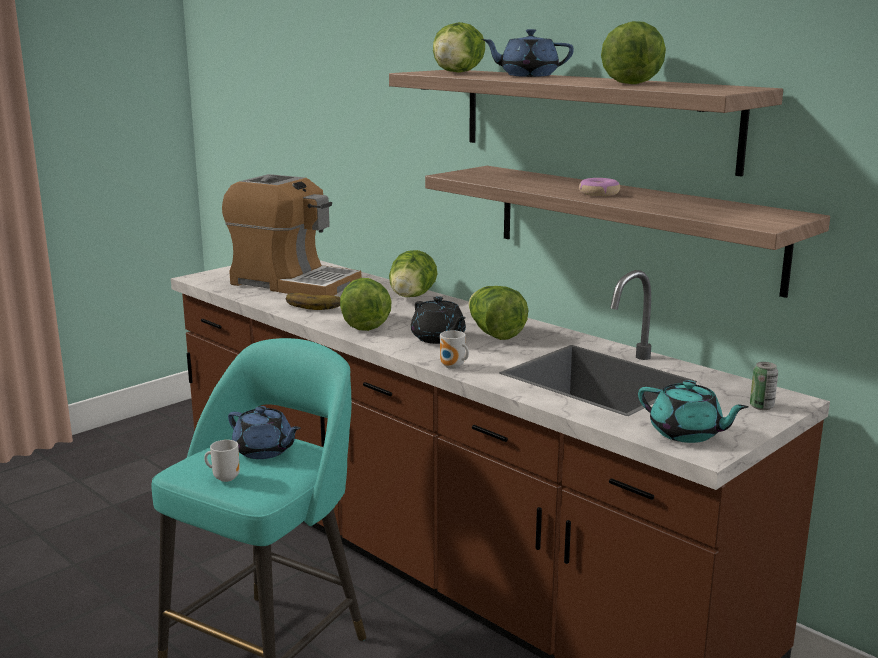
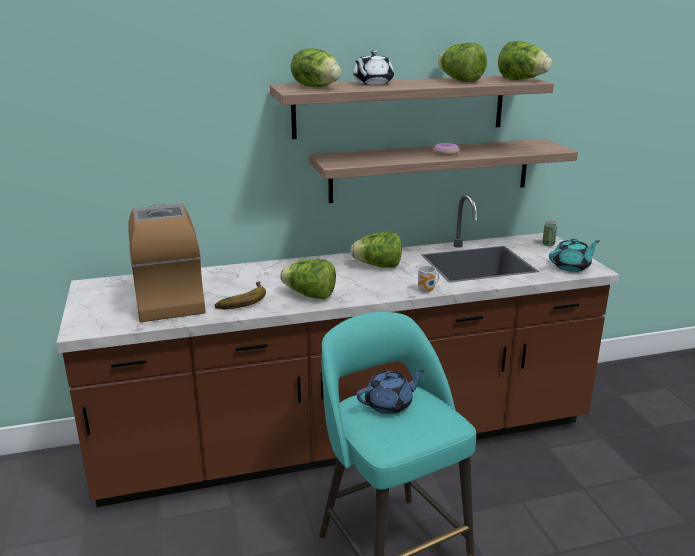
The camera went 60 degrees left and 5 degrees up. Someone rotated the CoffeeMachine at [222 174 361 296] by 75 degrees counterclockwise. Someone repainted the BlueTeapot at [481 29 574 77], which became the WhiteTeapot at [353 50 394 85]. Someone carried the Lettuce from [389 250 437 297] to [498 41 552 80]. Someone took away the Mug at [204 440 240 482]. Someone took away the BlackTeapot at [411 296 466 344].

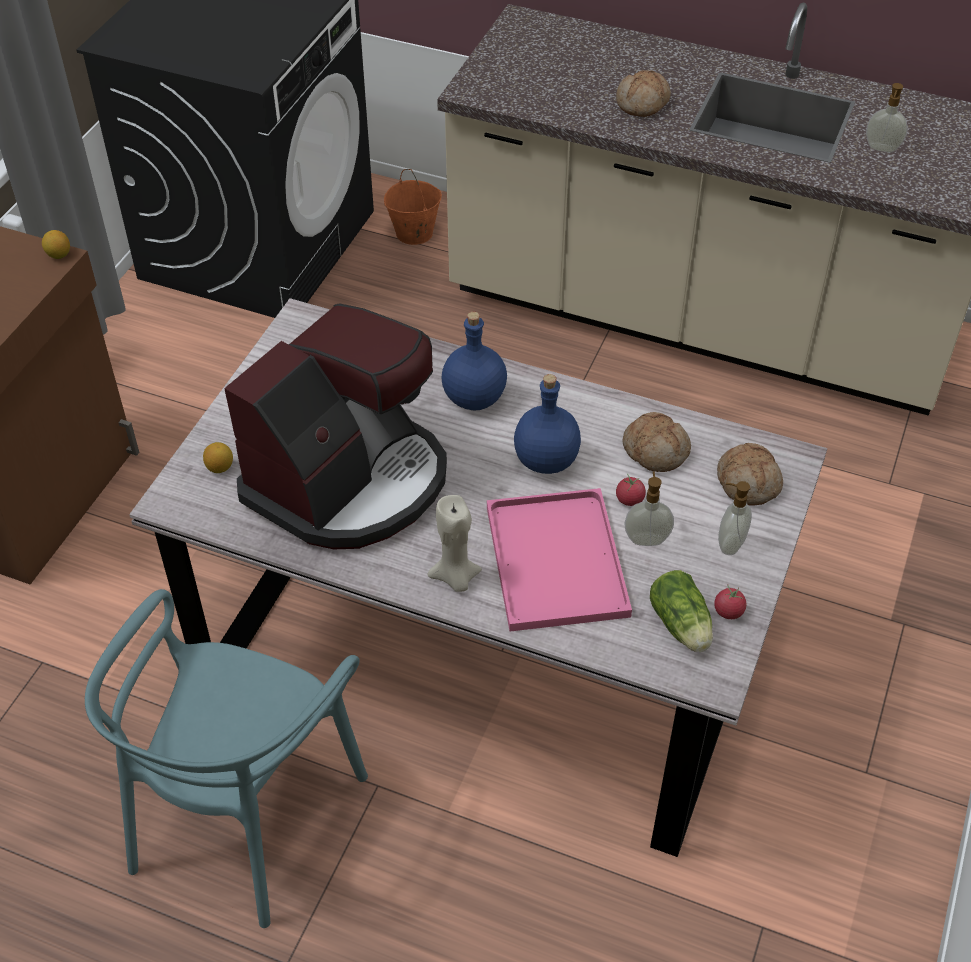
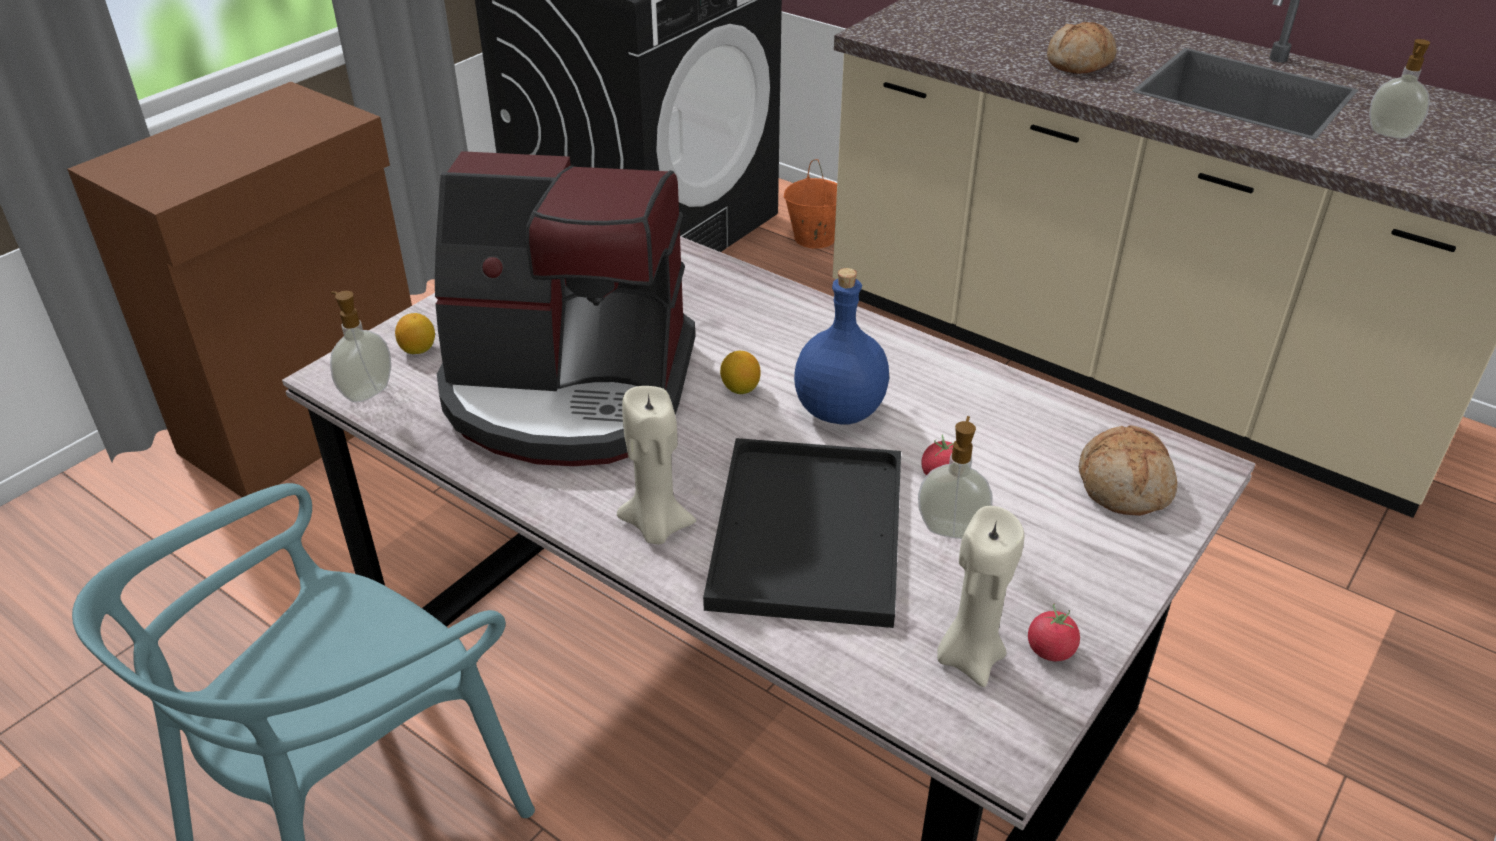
The camera went 15 degrees right and 10 degrees down. Someone carried the SoapDispenser from [718 481 752 555] to [330 291 391 402]. Someone rotated the CoffeeMachine at [224 303 447 549] by 45 degrees clockwise. Someone repainted the PinkTray at [487 488 632 632], which became the BlackTray at [703 438 901 628]. Someone carried the Lemon from [42 230 70 259] to [720 351 761 394]. Someone swapped the Lettuce at [650 570 713 652] for the BeigeCandle at [937 506 1024 687]. Someone took away the BlueBottle at [441 312 507 410]. Someone took away the Bread at [623 412 691 472].

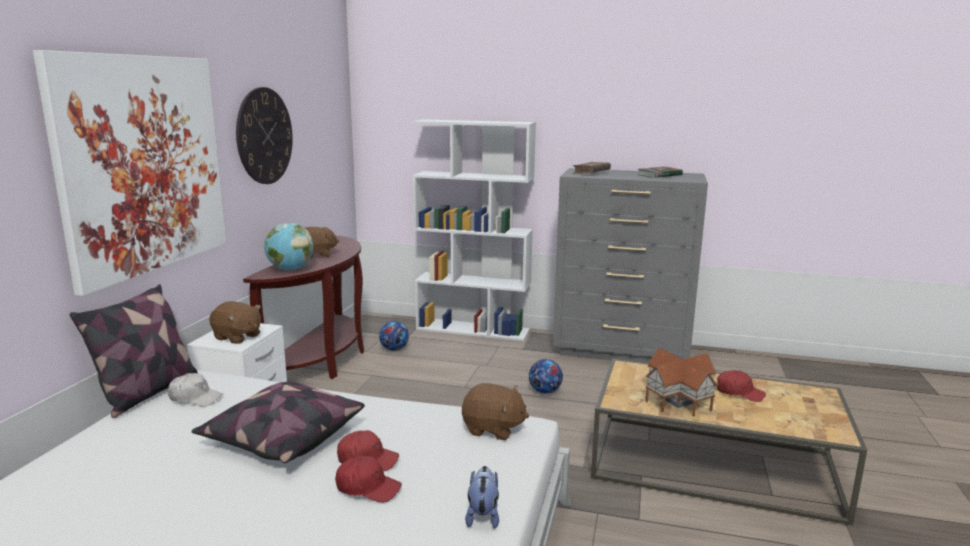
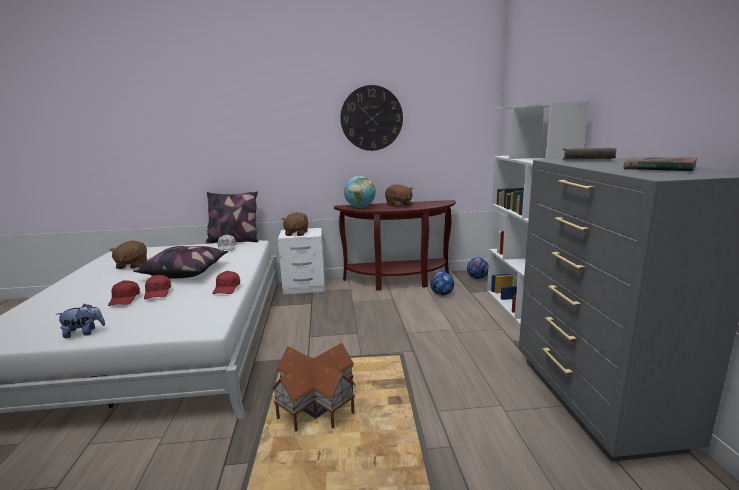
The camera went 70 degrees right and 0 degrees up. Someone carried the BrownPlushToy from [462 383 529 440] to [109 240 147 269]. Someone carried the RedCap from [717 370 766 402] to [212 271 240 294]. Someone carried the Football from [529 359 563 393] to [467 257 488 279]. Someone took away the Picture at [33 50 226 296].

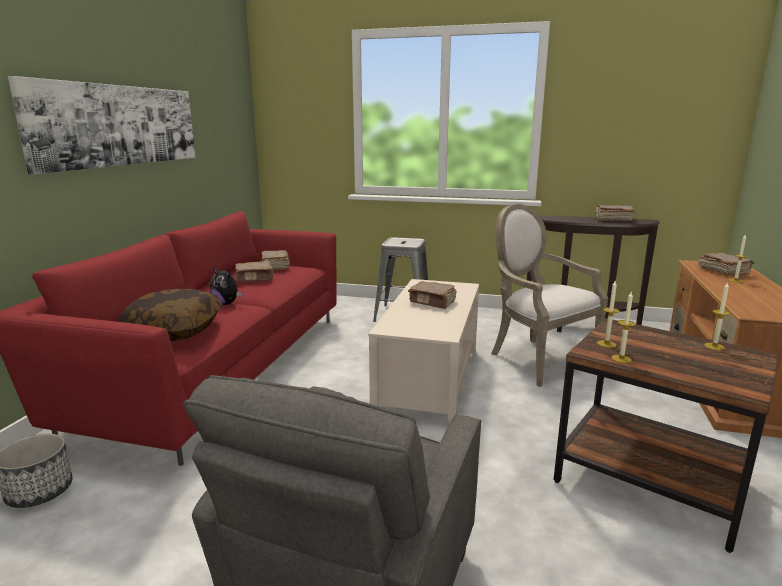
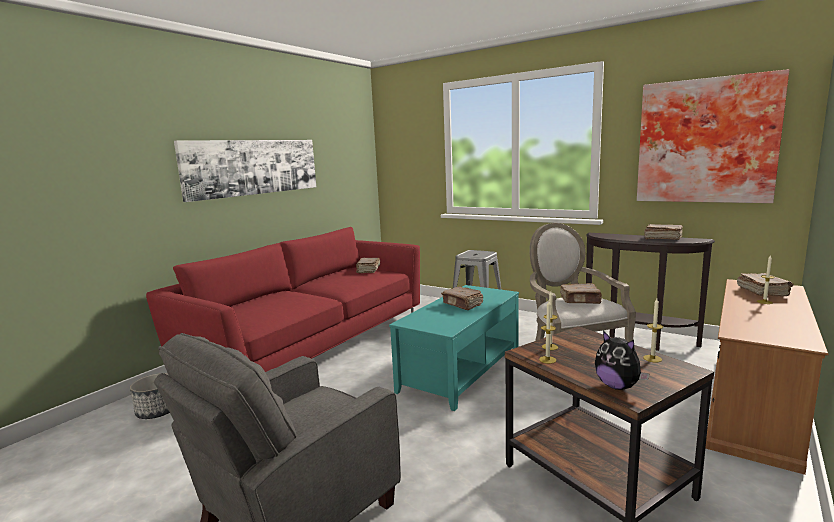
The camera went 20 degrees right and 5 degrees down. Someone repainted the BeigeCoffeeTable at [368 279 479 424], which became the TurquoiseCoffeeTable at [389 285 519 411]. Someone carried the BrownBook from [235 261 273 282] to [560 283 602 304]. Someone carried the PlushToy from [210 267 242 305] to [595 331 650 390]. Someone put up the Picture at [637 69 789 203]. Someone took away the Pillow at [116 289 222 341].

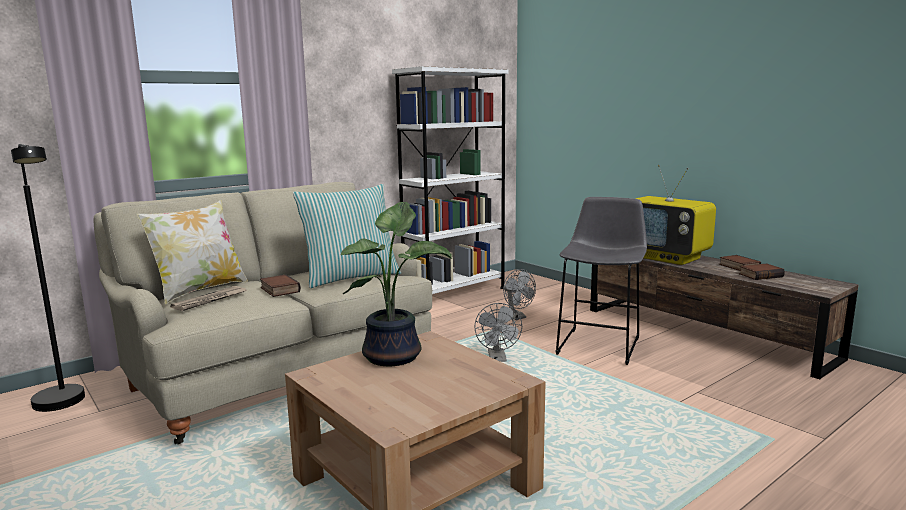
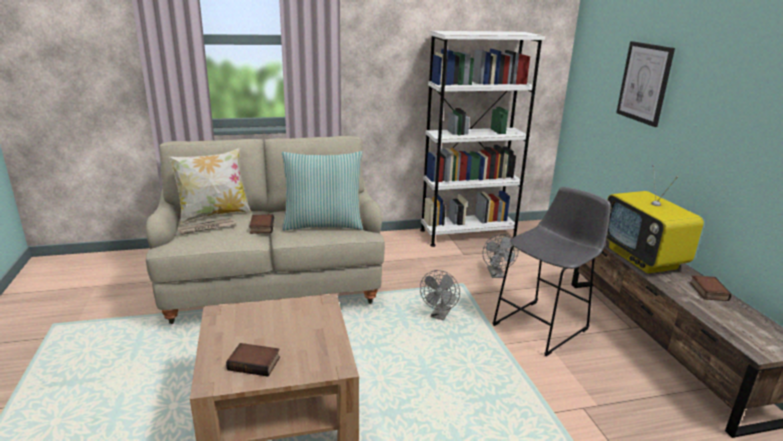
The camera went 25 degrees right and 10 degrees up. Someone carried the Book from [739 264 785 280] to [226 343 280 376]. Someone put up the Picture at [616 41 675 127]. Someone took away the BlackFloorLamp at [11 144 85 412]. Someone took away the PottedPlant at [341 202 452 367].

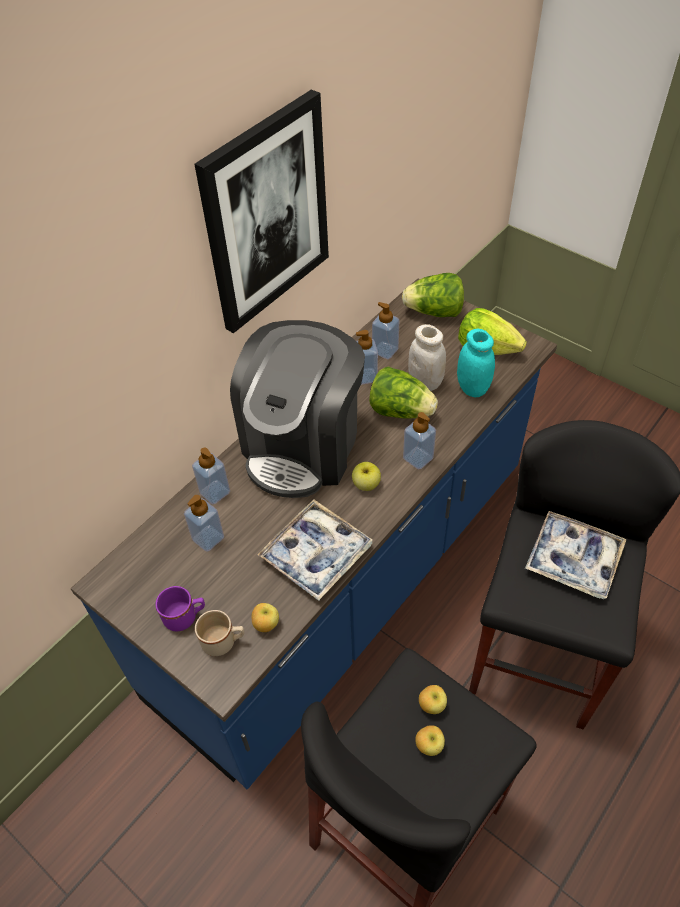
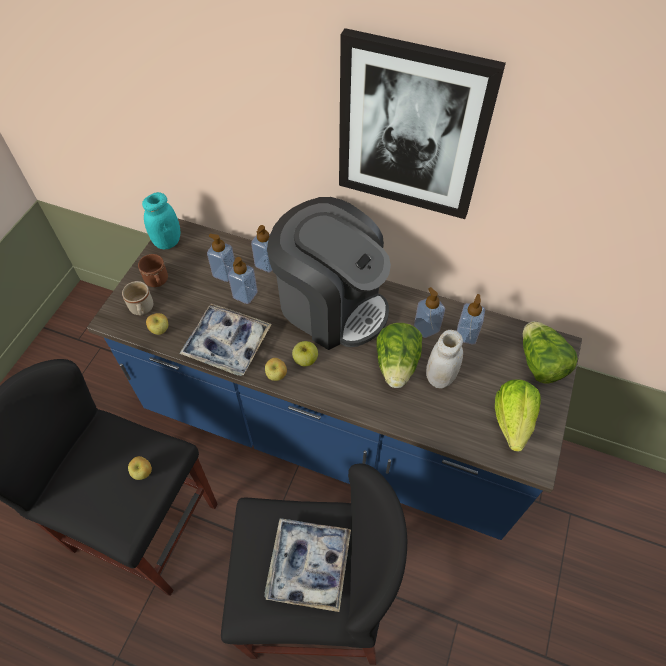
The camera went 70 degrees right and 5 degrees up. Someone repainted the PurpleMug at [155 586 205 631], which became the BrownMug at [138 254 168 287]. Someone carried the TurquoiseJar from [457 329 495 397] to [142 192 180 249]. Someone carried the SoapDispenser from [403 412 436 469] to [228 257 258 304]. Someone carried the Apple from [415 725 445 756] to [265 358 287 381]. Someone rotated the CoffeeMachine at [230 320 365 498] by 150 degrees counterclockwise.

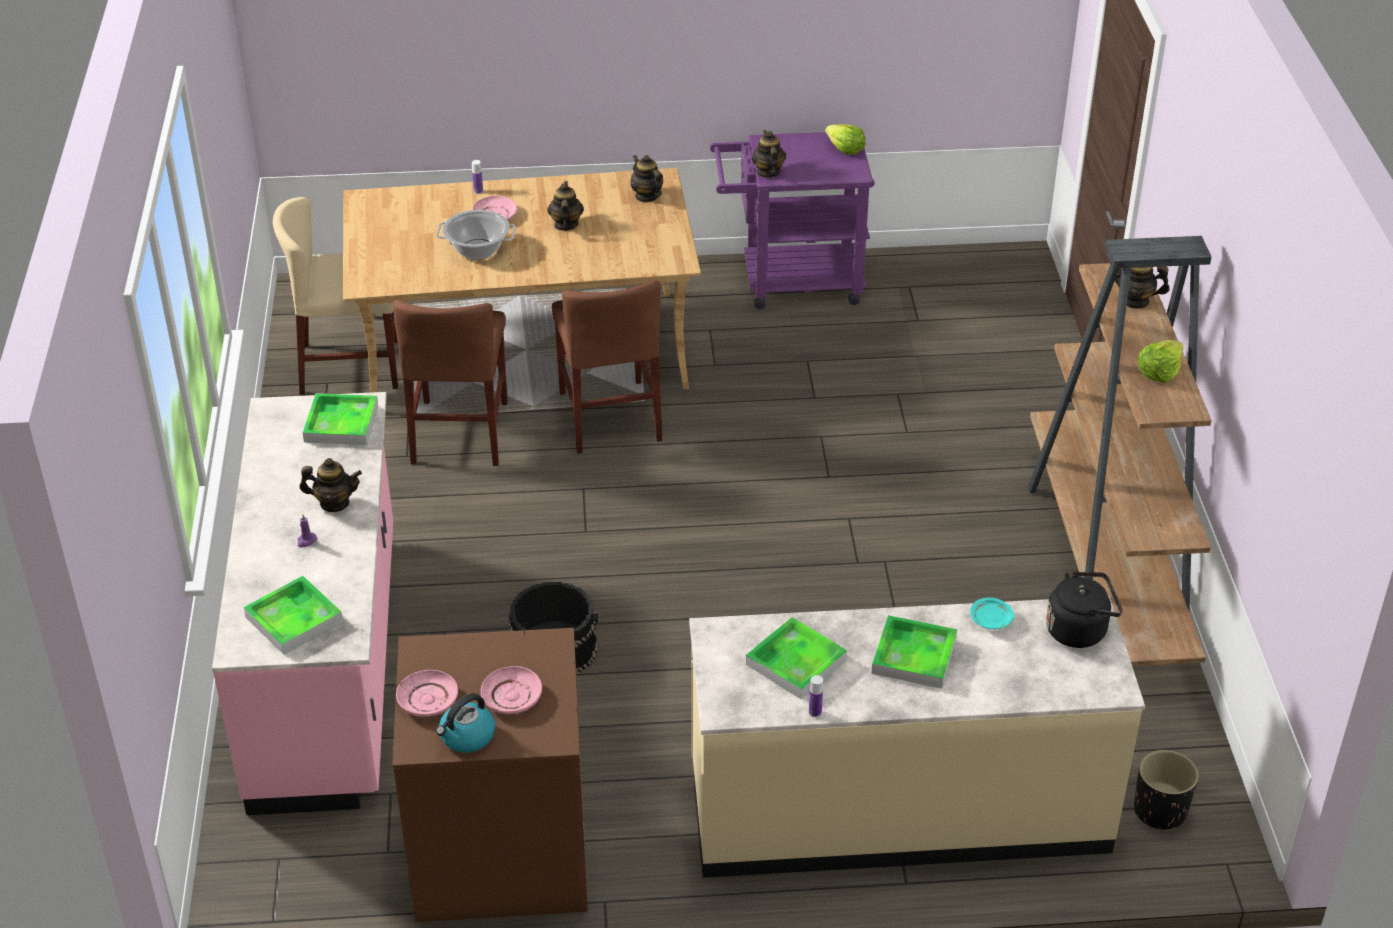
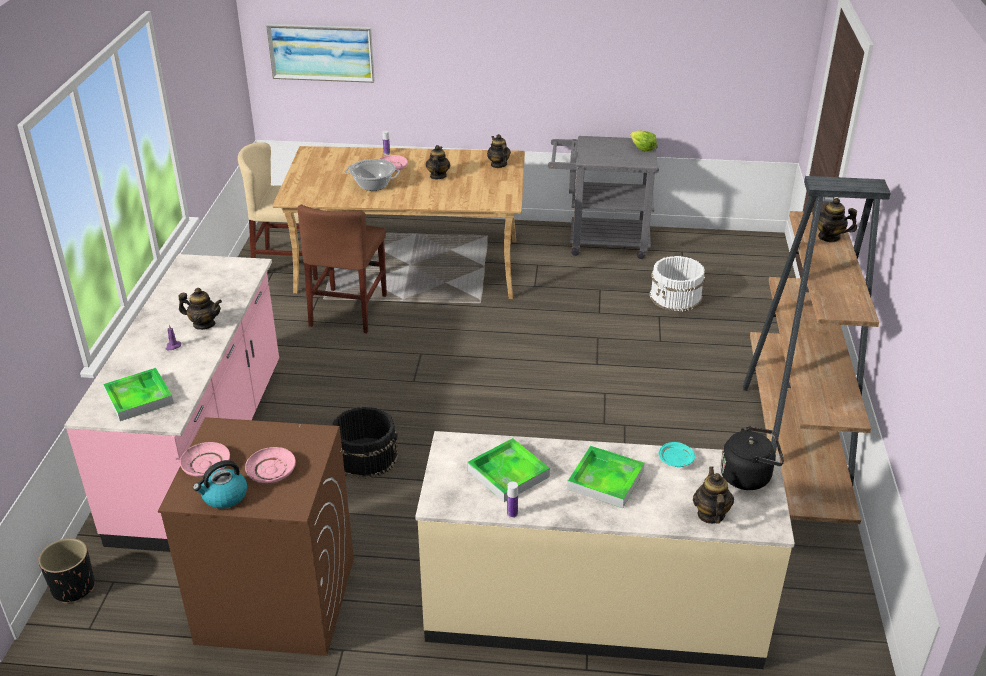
The camera went 10 degrees right and 5 degrees down. Someone carried the BlackPlanter from [1134 750 1199 831] to [38 538 95 603]. Someone put up the Picture at [266 24 375 83]. Someone repainted the PurpleCart at [710 132 875 309], which became the GreyCart at [548 136 659 259]. Someone put down the WhiteBucket at [650 256 705 311]. Someone carried the Teapot from [752 130 786 178] to [693 467 734 524]. Someone took away the Tray at [303 393 378 445]. Someone took away the BrownChair at [552 280 662 454]. Someone took away the Lettuce at [1138 340 1184 383].

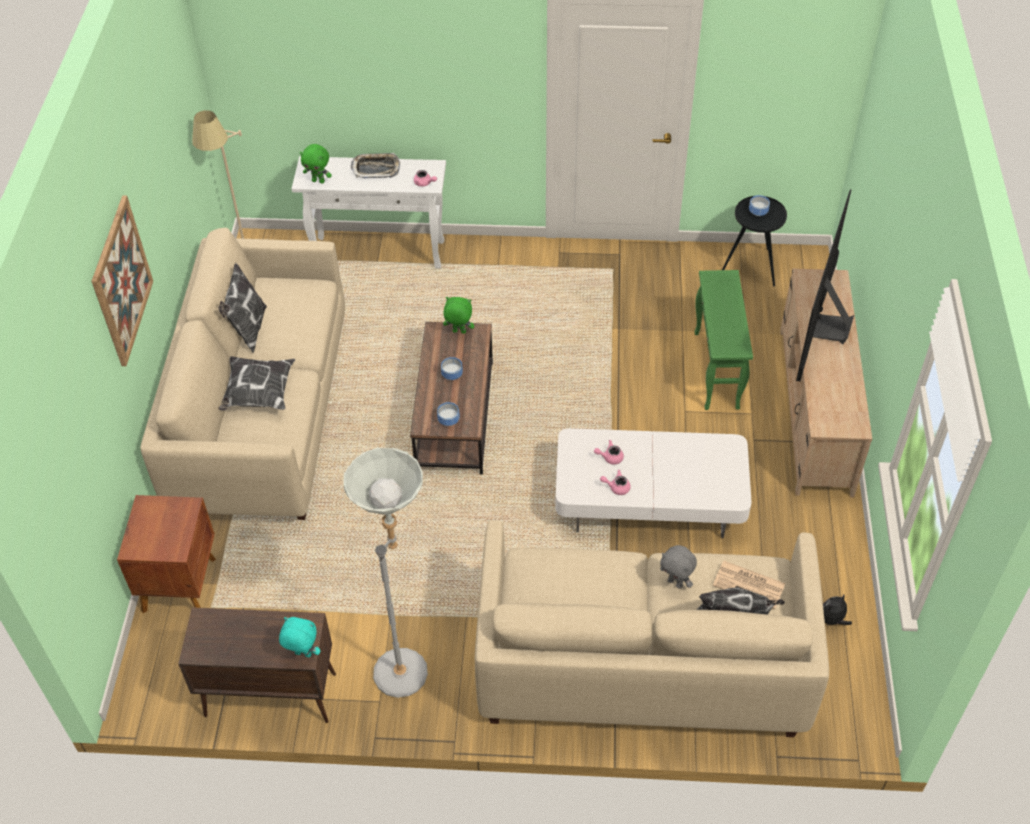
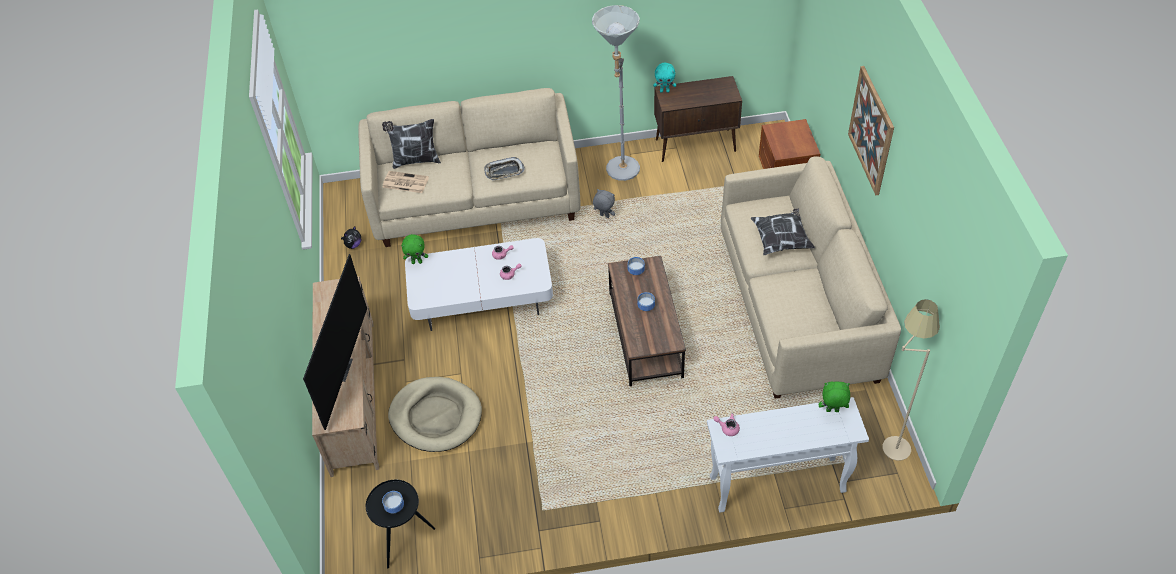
The camera went 170 degrees right and 0 degrees up. Someone swapped the GreenSideTable at [695 270 753 410] for the BeigeDogBed at [388 377 482 452]. Someone carried the GreenPlushToy from [443 297 474 334] to [401 234 428 264]. Someone carried the Tray from [351 153 400 178] to [484 157 525 181]. Someone carried the GreyPlushToy from [660 545 697 589] to [593 189 615 218]. Someone took away the Pillow at [219 263 267 353].

